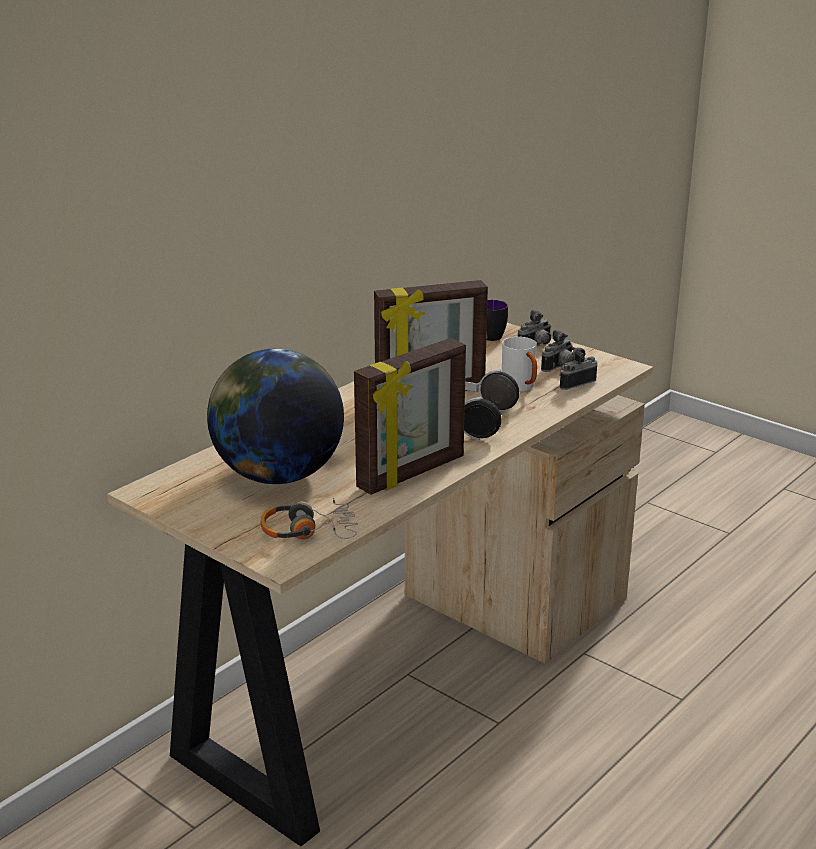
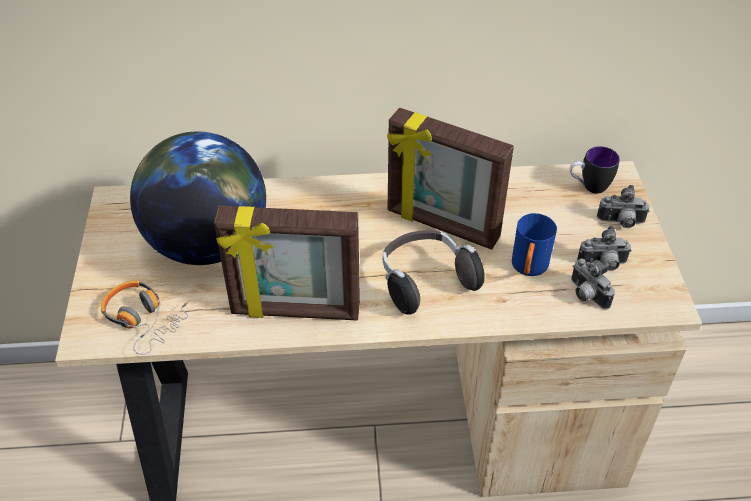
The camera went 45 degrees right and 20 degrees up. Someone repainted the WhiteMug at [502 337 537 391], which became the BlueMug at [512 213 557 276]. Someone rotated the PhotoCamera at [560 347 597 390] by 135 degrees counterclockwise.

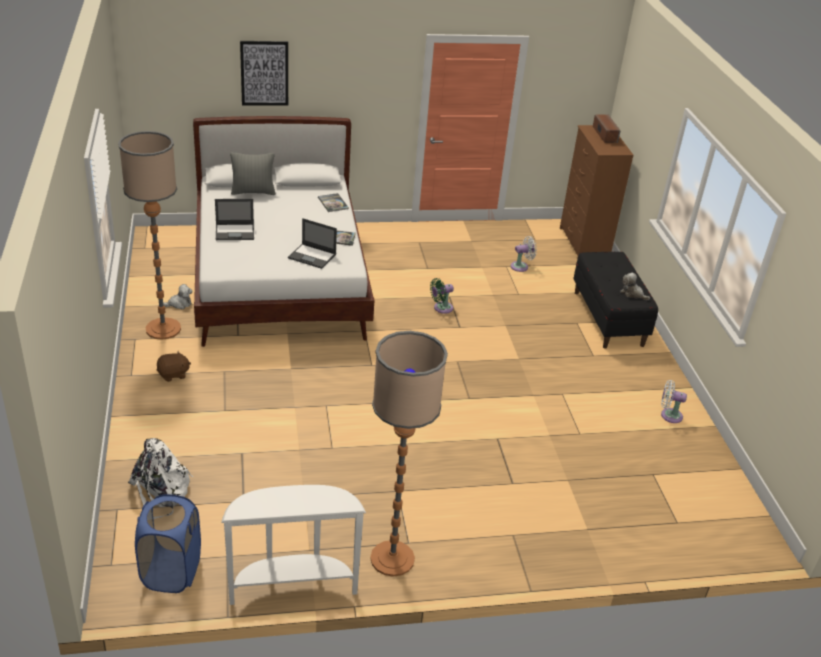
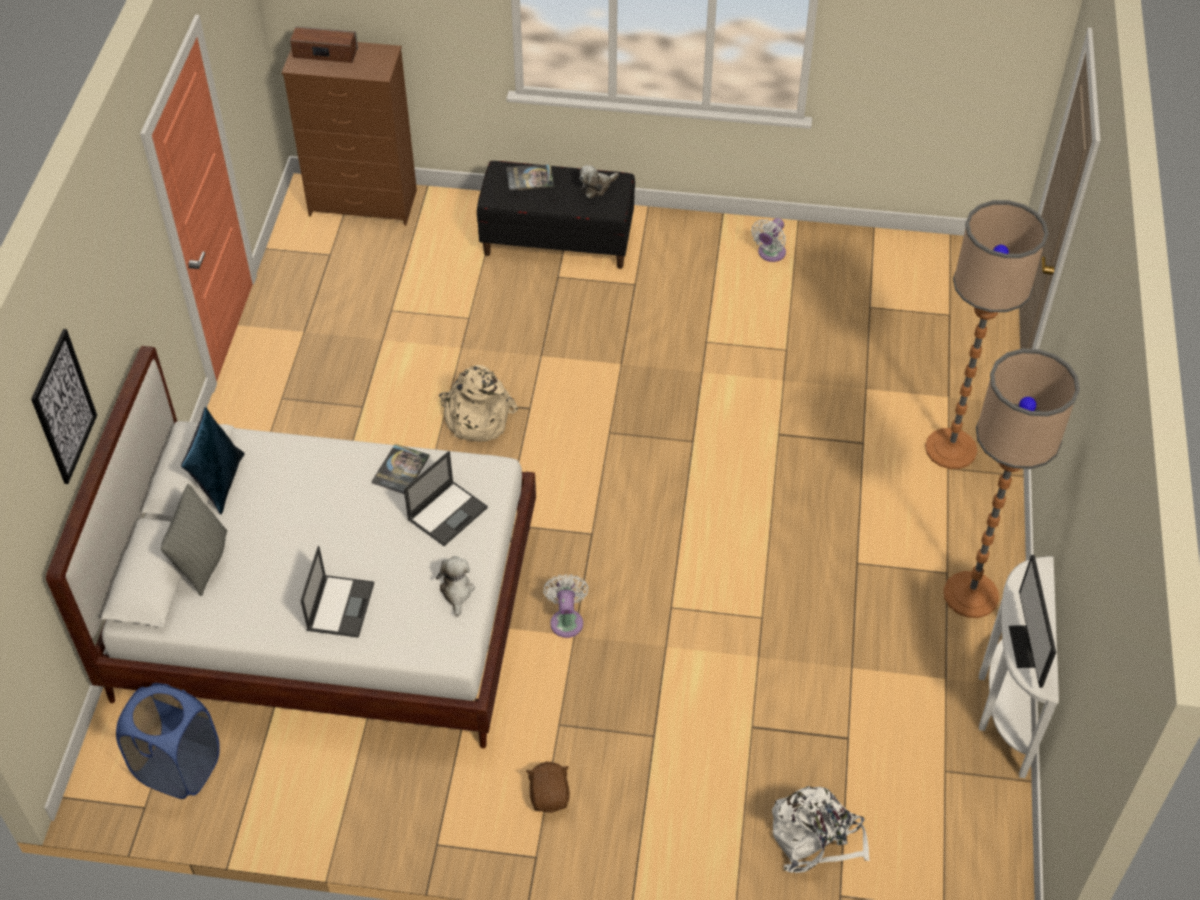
The camera went 70 degrees left and 15 degrees up. Someone carried the BlueLaundryBasket from [135 494 201 593] to [116 683 220 799]. Someone put down the BluePillow at [181 407 245 515]. Someone carried the PlushToy from [163 284 193 309] to [436 556 475 616]. Someone swapped the GreenFan at [430 278 454 314] for the BeigeBackpack at [439 365 518 442]. Someone carried the Book from [318 193 349 212] to [506 164 554 191]. Someone carried the WhiteFan from [511 236 537 272] to [543 574 589 638]. Someone carried the FloorLamp from [118 131 181 340] to [925 200 1048 469]. Someone put down the Monitor at [1009 555 1056 688].

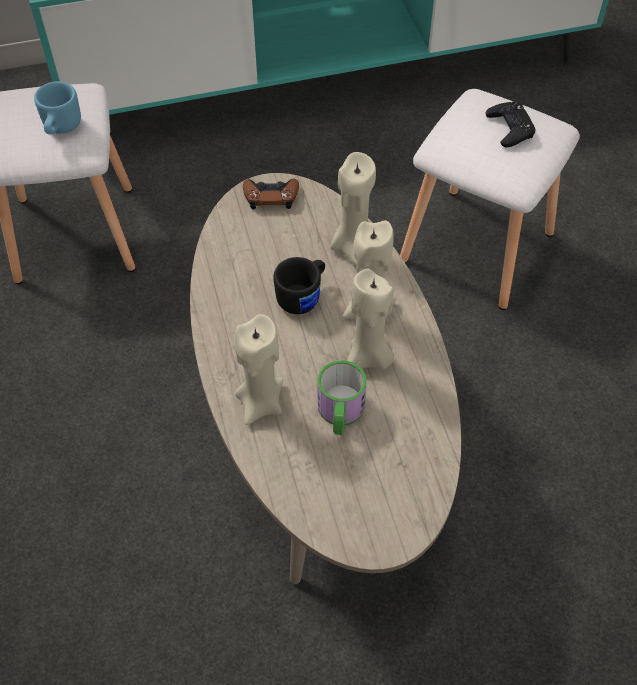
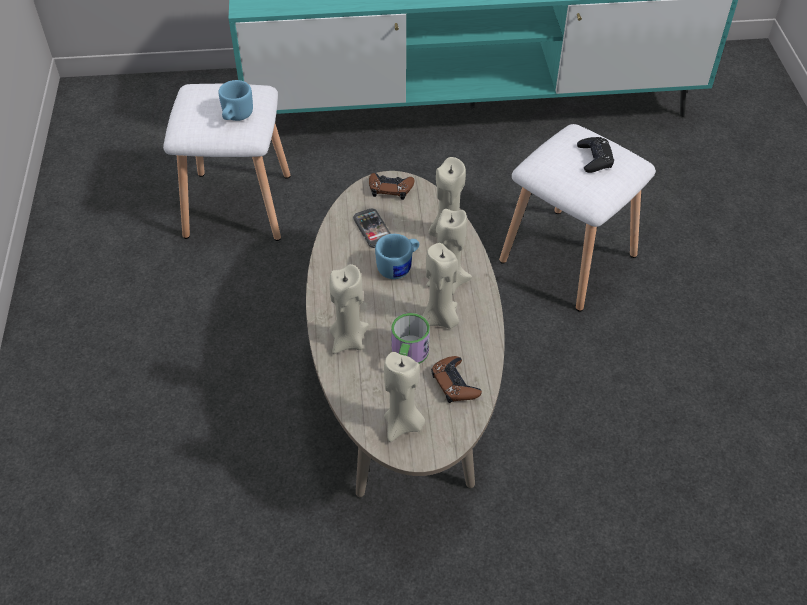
The camera went 10 degrees right and 5 degrees down. Someone put down the Phone at [353 208 391 248]. Someone repainted the BlackMug at [273 257 325 314], which became the BlueMug at [375 234 419 279]. Someone put down the BeigeCandle at [384 352 425 442]. Someone put down the BrownGameController at [431 356 482 403].

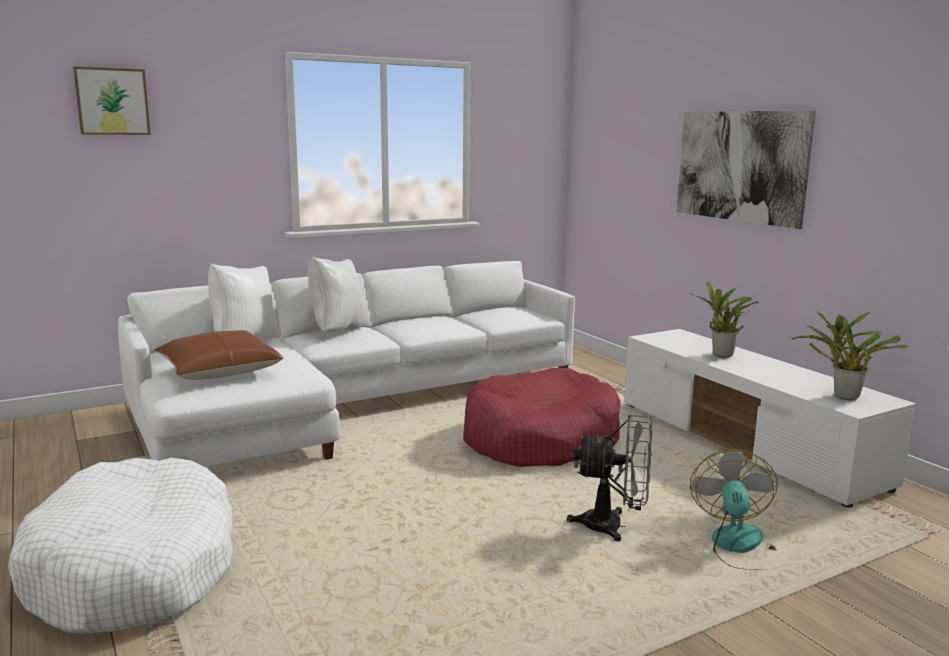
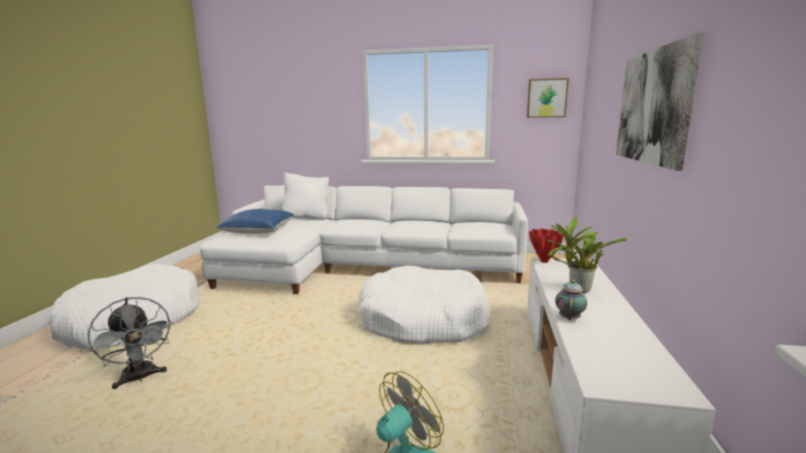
The camera went 40 degrees right and 0 degrees up. Someone carried the GreyFan from [567 414 652 542] to [87 297 172 389]. Someone repainted the BrownPillow at [154 330 283 380], which became the BluePillow at [216 209 294 234]. Someone repainted the RedDogBed at [463 368 621 467], which became the WhiteDogBed at [359 266 489 344]. Someone carried the Picture from [73 66 151 135] to [527 78 569 118]. Someone put down the RedVase at [529 229 563 263]. Someone put down the Teapot at [555 279 587 320]. Someone took away the WhitePillow at [308 257 365 332]. Someone took away the PottedPlant at [792 308 908 400].

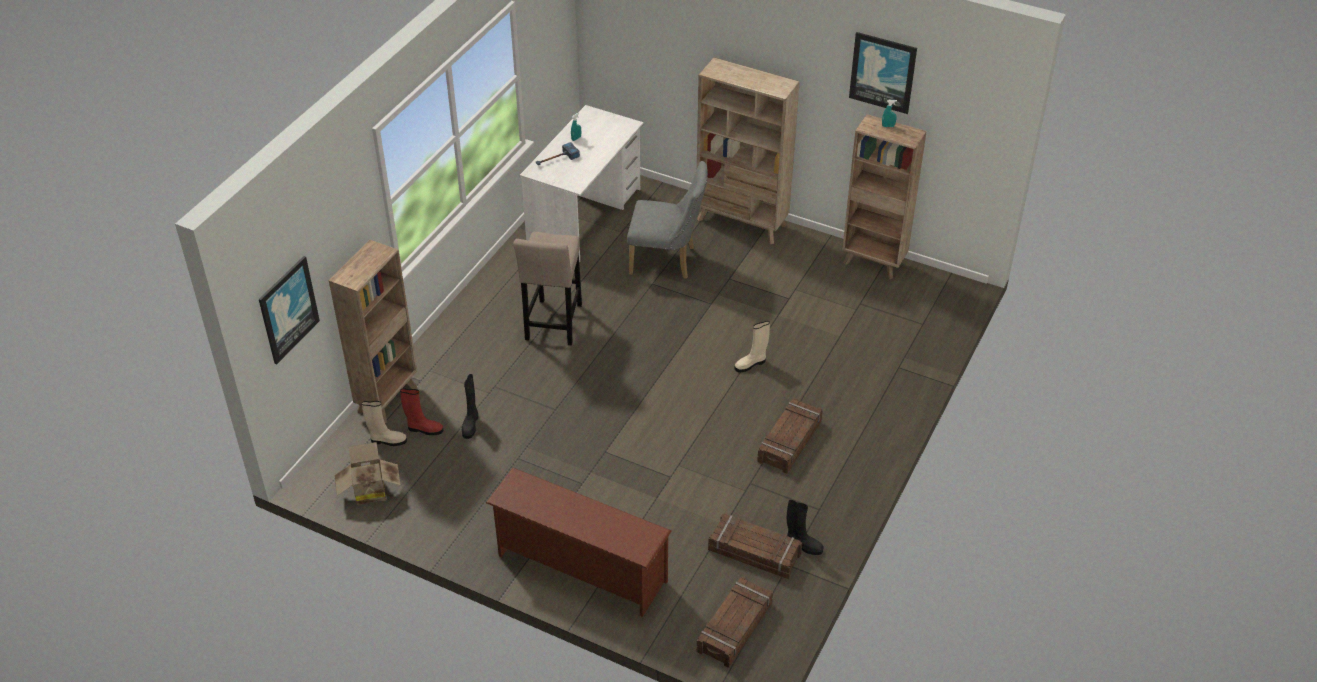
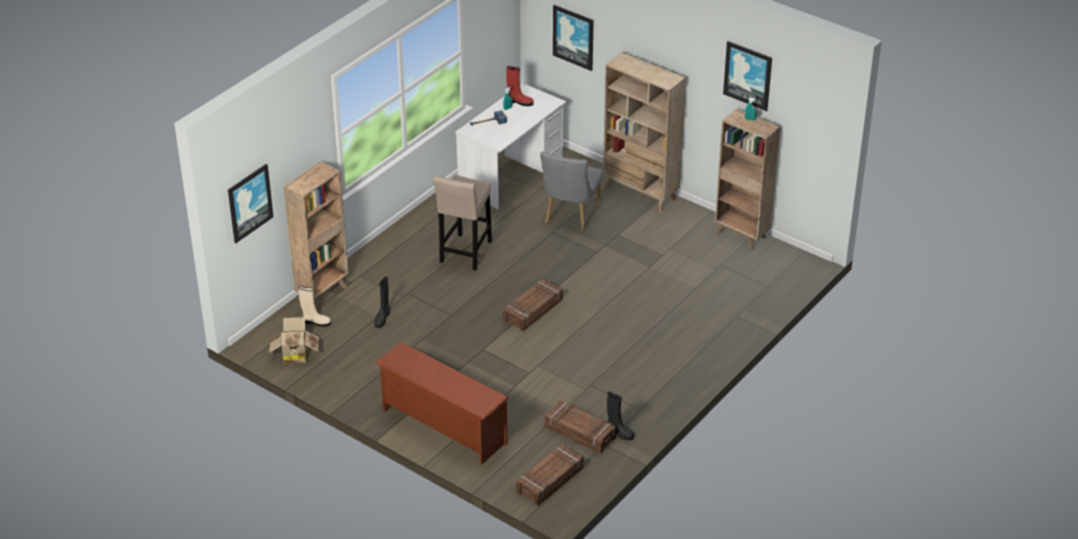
The camera went 10 degrees right and 5 degrees down. Someone carried the Crate from [757 398 823 473] to [503 279 563 331]. Someone carried the RedBoot from [400 388 443 435] to [506 66 534 106]. Someone rotated the GreyChair at [627 161 708 279] by 90 degrees clockwise. Someone put up the Picture at [553 5 594 71]. Someone took away the BeigeBoot at [734 321 770 372].

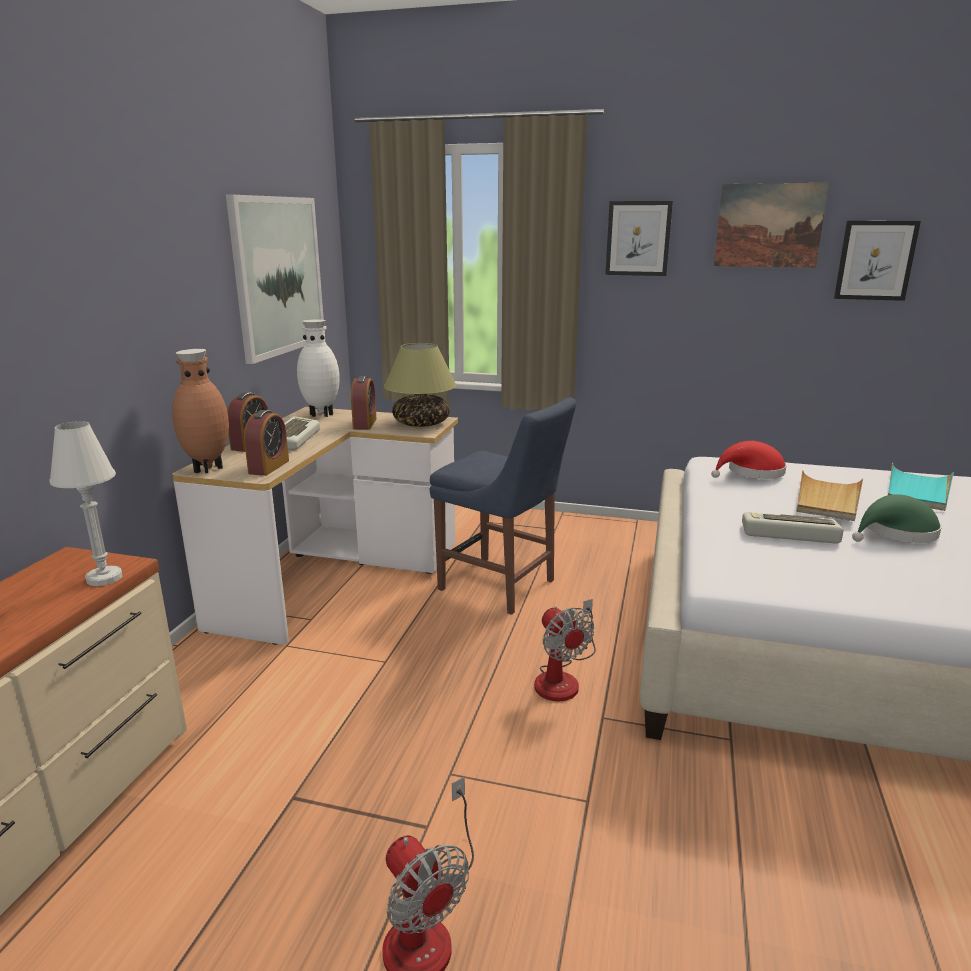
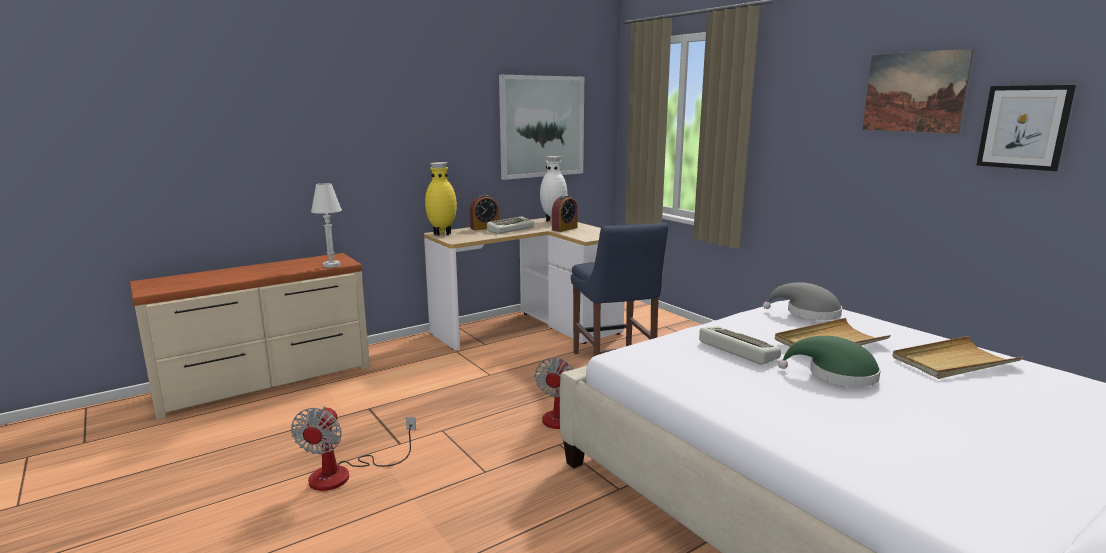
The camera went 40 degrees right and 5 degrees down. Someone repainted the BrownVase at [172 349 229 473], which became the YellowVase at [425 162 457 235]. Someone repainted the RedHat at [711 441 786 479], which became the GreyHat at [763 282 842 320]. Someone repainted the TurquoiseTray at [888 463 954 511], which became the BeigeTray at [892 336 1024 379]. Someone took away the AlarmClock at [244 410 289 476]. Someone took away the TableLamp at [384 343 457 427]. Someone took away the Picture at [605 201 673 276].

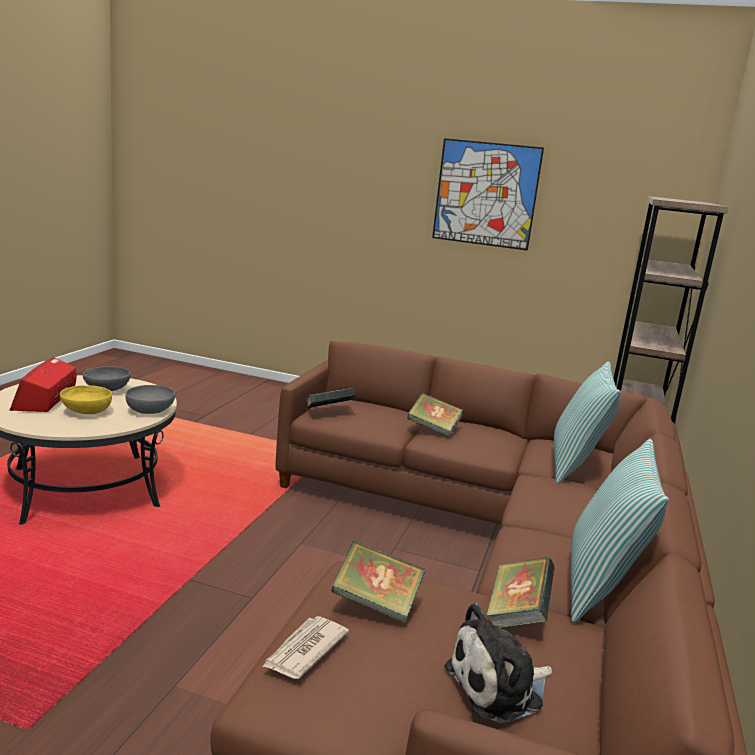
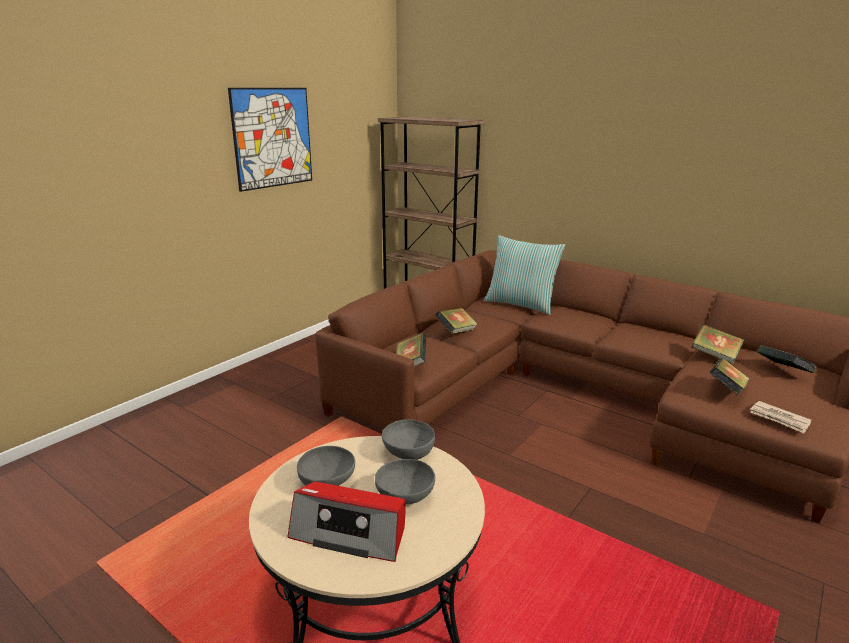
The camera went 70 degrees left and 5 degrees up. Someone repainted the YellowBowl at [60 385 112 414], which became the GreyBowl at [375 459 435 504]. Someone swapped the PlushToy at [444 603 552 723] for the Book at [757 345 817 373]. Someone took away the Pillow at [571 439 669 623].

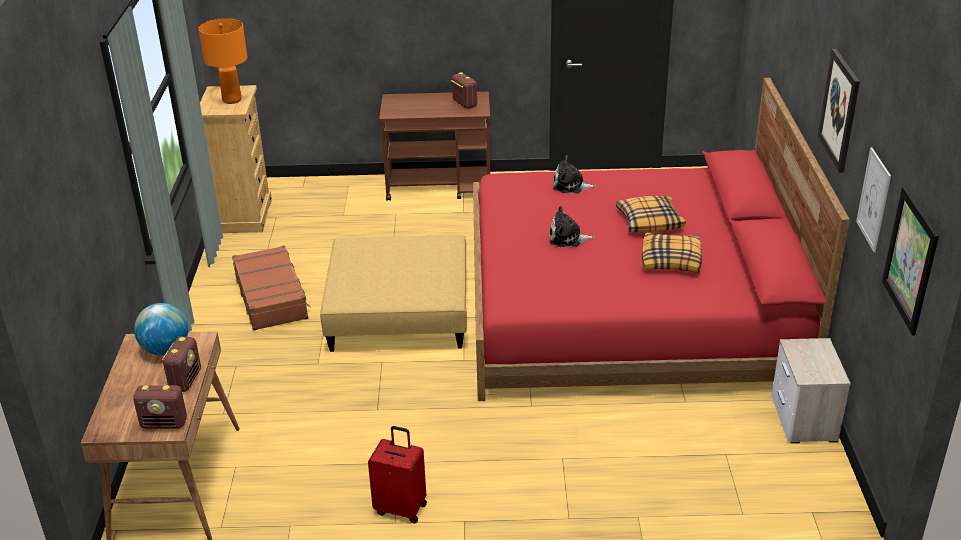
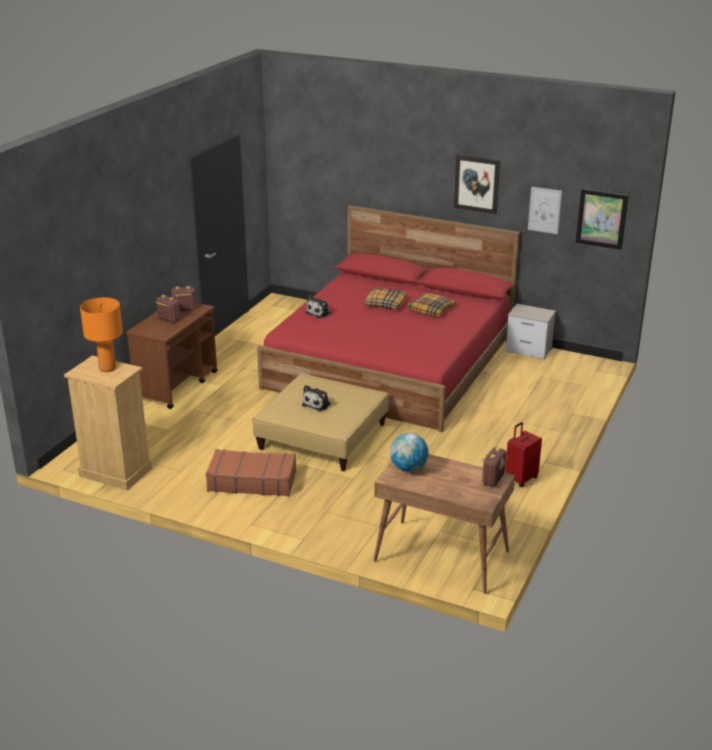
The camera went 65 degrees left and 5 degrees down. Someone carried the Radio from [162 336 201 392] to [156 295 181 323]. Someone carried the PlushToy from [549 206 594 247] to [302 385 331 411].

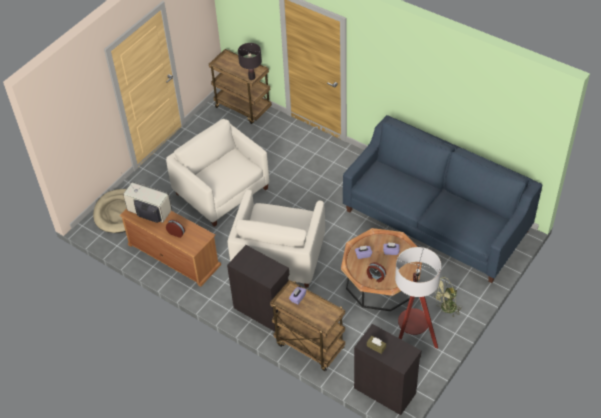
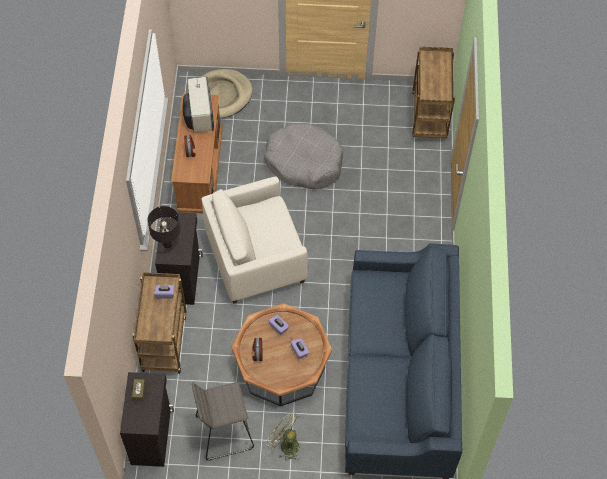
The camera went 55 degrees right and 10 degrees up. Someone carried the BlackTableLamp from [238 43 262 80] to [148 206 181 248]. Someone swapped the FloorLamp at [395 247 441 349] for the GreyStool at [192 382 254 461]. Someone swapped the WhiteArmchair at [166 119 269 227] for the GreyDogBed at [264 123 343 189].

